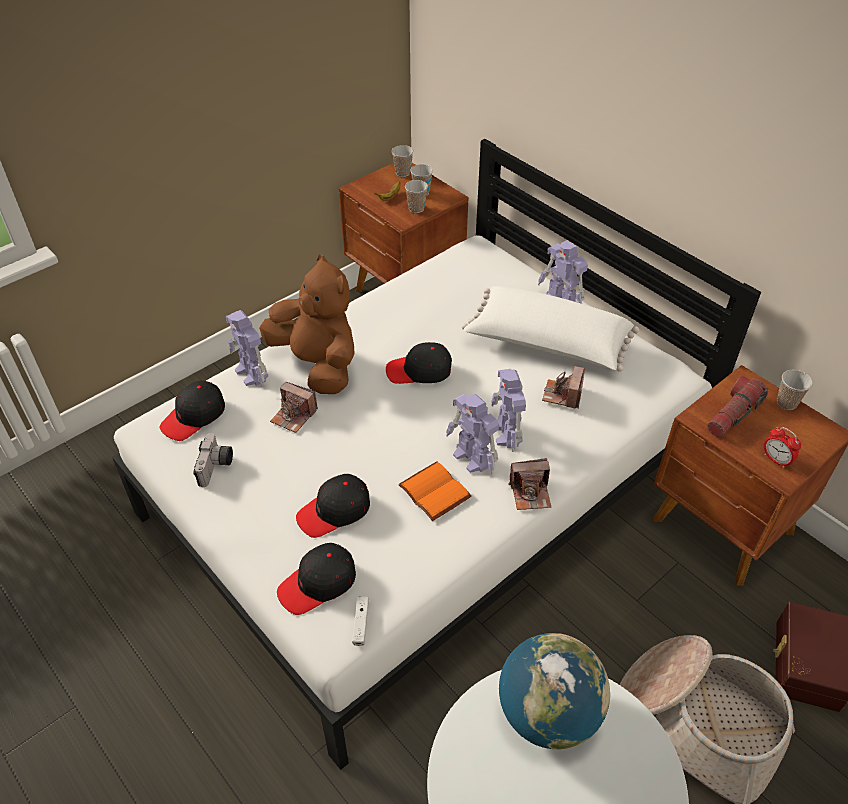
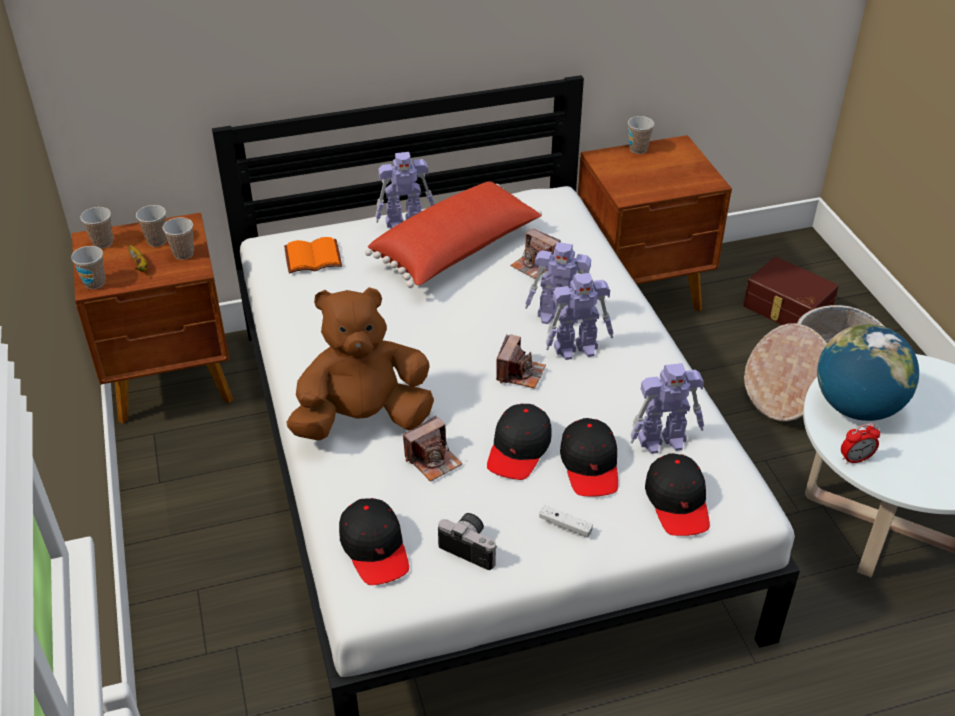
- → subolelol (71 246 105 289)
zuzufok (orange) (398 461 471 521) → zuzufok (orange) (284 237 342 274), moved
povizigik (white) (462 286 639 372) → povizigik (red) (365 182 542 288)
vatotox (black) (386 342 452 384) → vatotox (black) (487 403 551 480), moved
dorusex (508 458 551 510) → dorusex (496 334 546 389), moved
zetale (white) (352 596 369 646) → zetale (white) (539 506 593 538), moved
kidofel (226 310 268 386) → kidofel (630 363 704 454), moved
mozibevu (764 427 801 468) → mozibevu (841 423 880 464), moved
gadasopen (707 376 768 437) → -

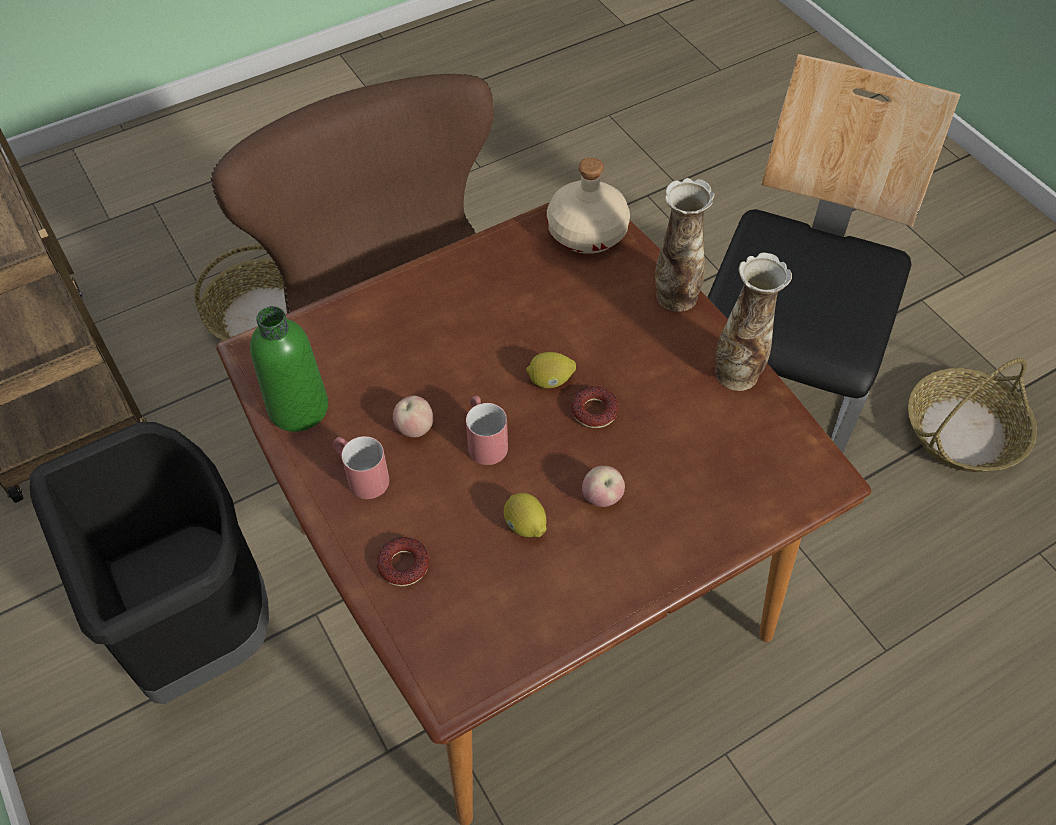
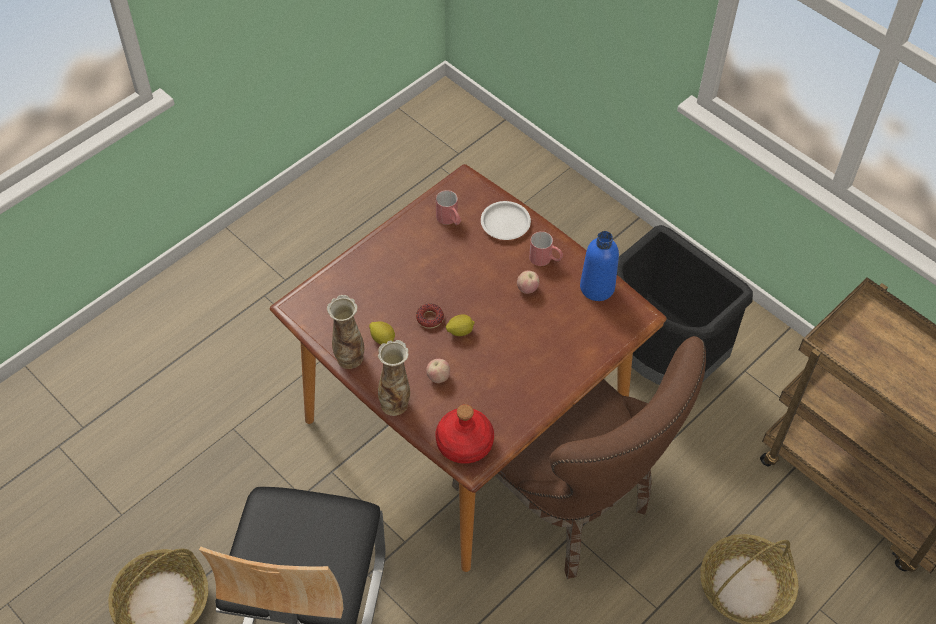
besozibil (504 493 546 537) → besozibil (369 321 395 344), moved
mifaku (582 466 625 507) → mifaku (426 359 450 383), moved
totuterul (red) (466 396 508 465) → totuterul (red) (436 190 461 225), moved
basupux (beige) (547 158 630 254) → basupux (red) (436 404 494 464)
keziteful (377 537 429 586) → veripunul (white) (481 201 531 240)
basupux (green) (250 306 328 432) → basupux (blue) (580 231 619 301)

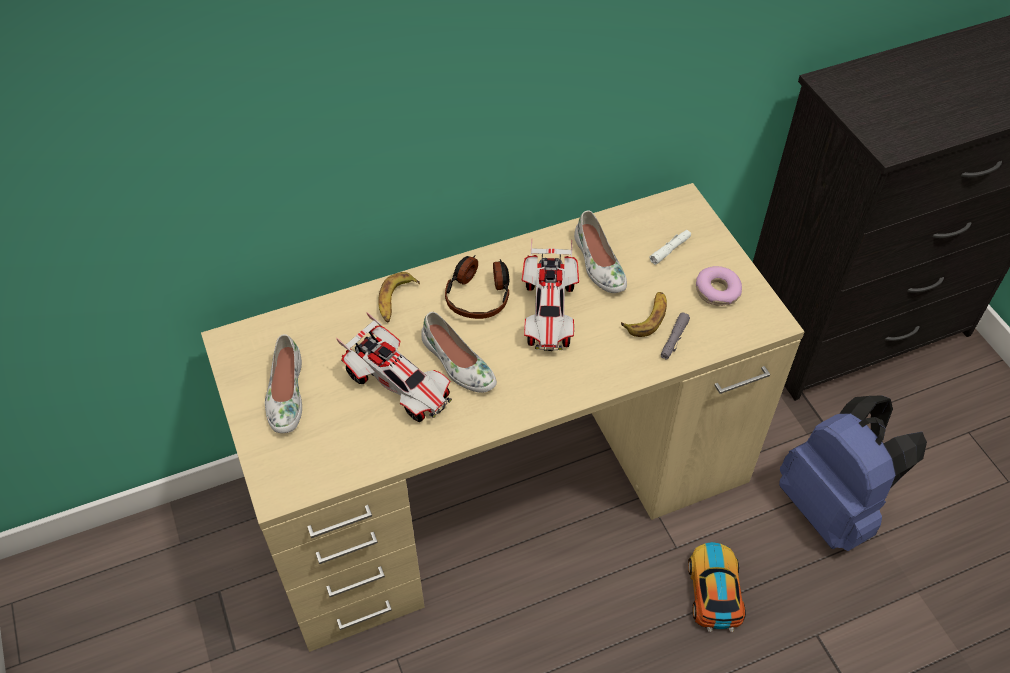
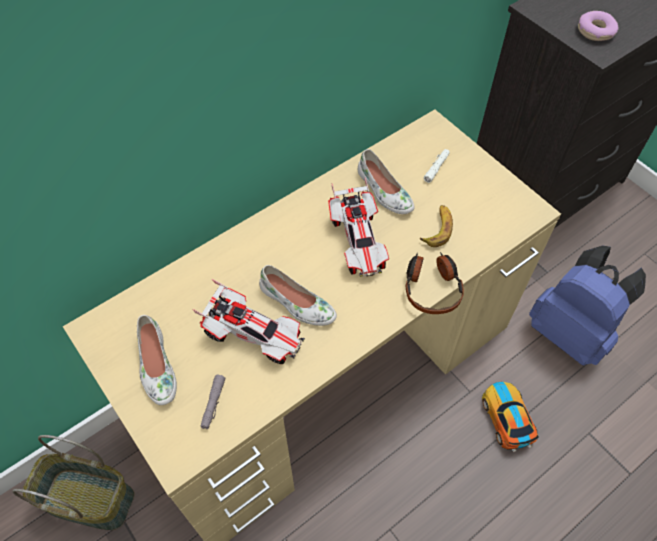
- → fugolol (12 435 134 530)
gadasopen (grey) (661 312 690 360) → gadasopen (grey) (201 374 225 429), moved
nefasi (445 255 509 319) → nefasi (406 252 464 314), moved
keziteful (696 266 742 306) → keziteful (578 11 618 41), moved
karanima (378 272 420 322) → -

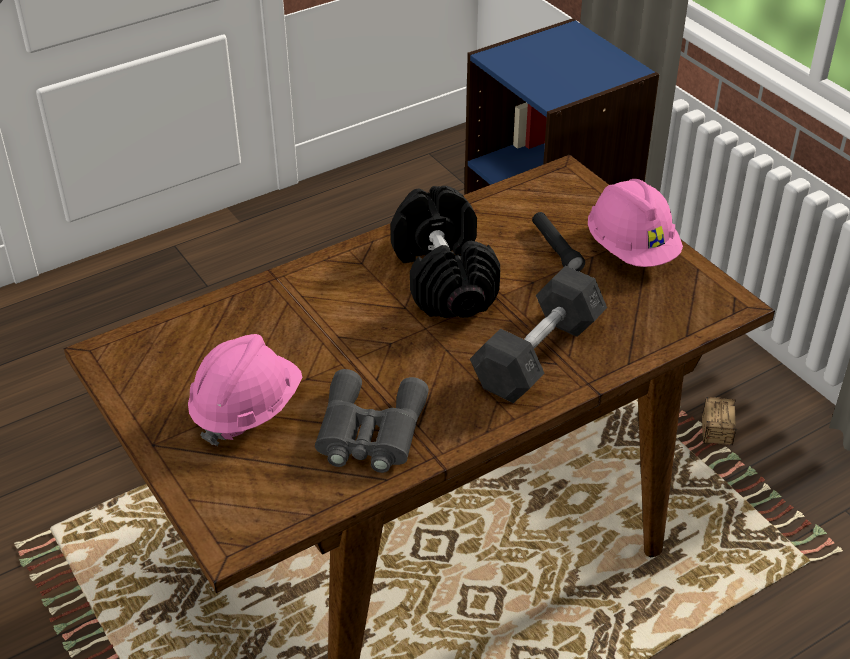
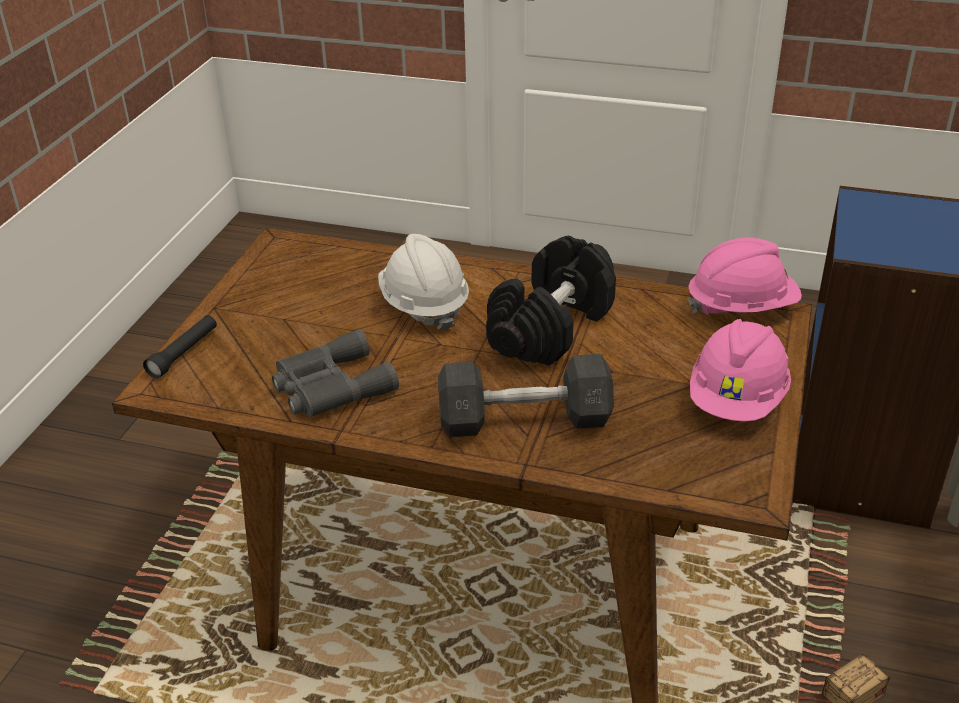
gadasopen (black) (532 212 585 272) → gadasopen (black) (143 315 217 379), moved
- → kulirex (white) (378 234 469 331)
kulirex (pink) (188 334 303 446) → kulirex (pink) (687 238 802 316), moved

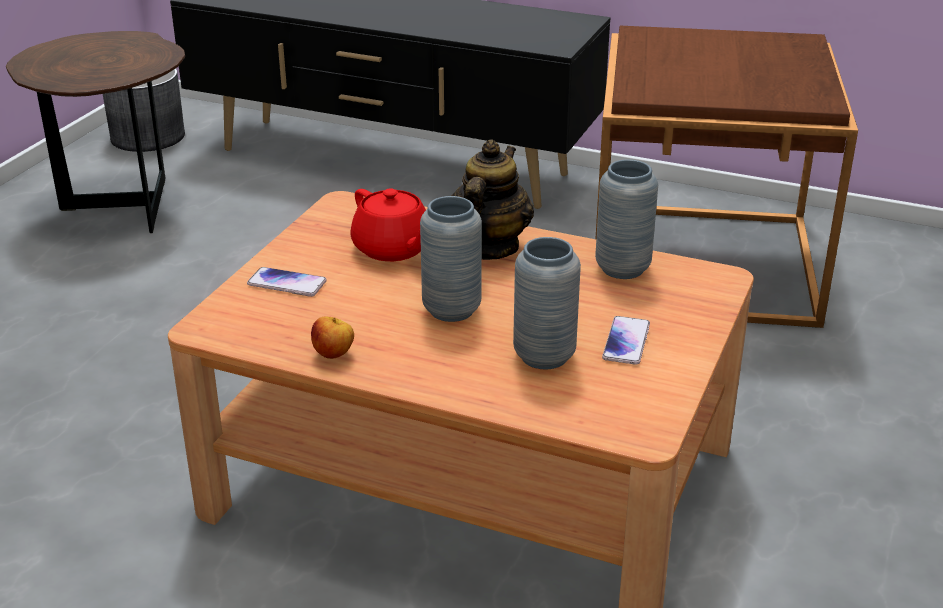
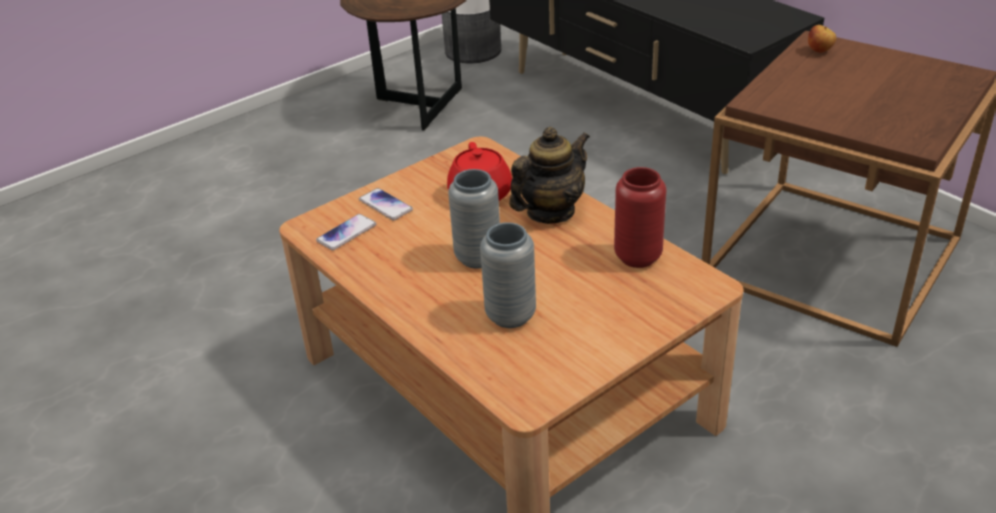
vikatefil (602 316 650 365) → vikatefil (316 214 376 250), moved
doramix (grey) (595 160 658 279) → doramix (red) (614 167 666 268)
mifaku (311 316 354 359) → mifaku (808 25 836 53), moved

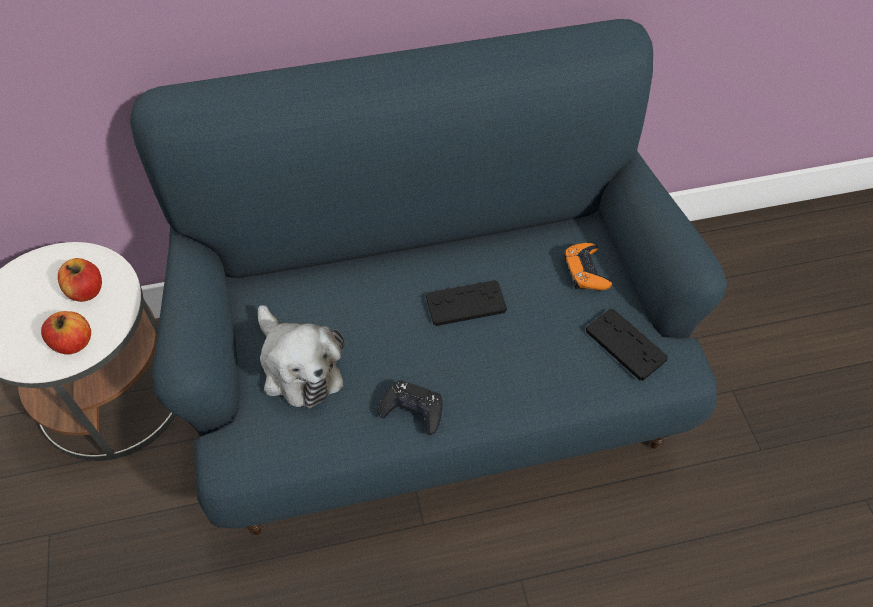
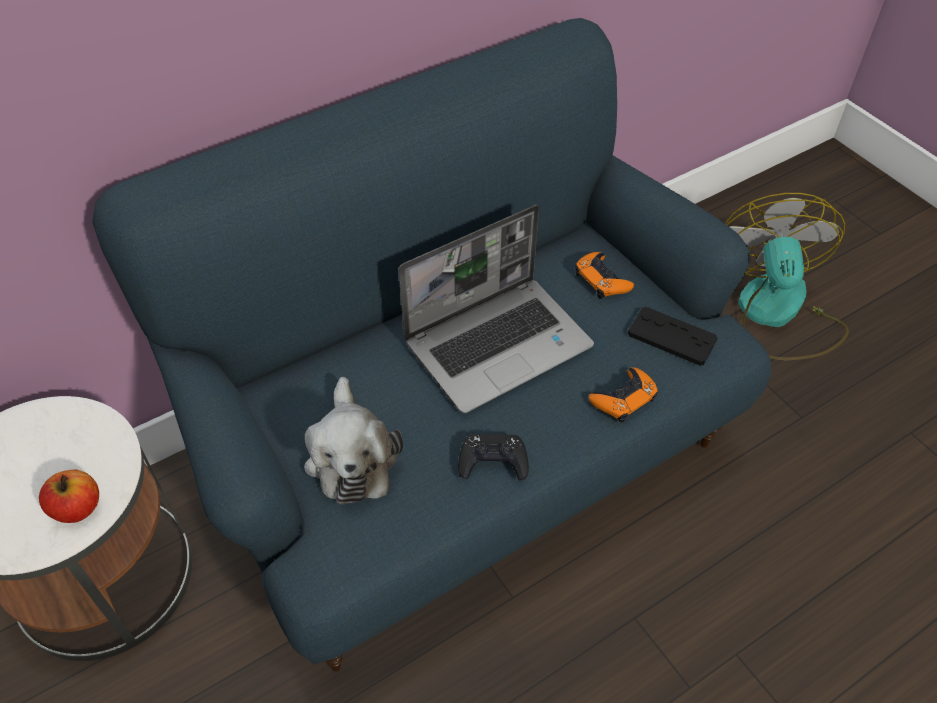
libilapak (258 305 344 409) → libilapak (304 377 403 505), 45 degrees clockwise
zetale (black) (426 280 507 326) → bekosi (399 205 594 413)
- → zetale (orange) (589 368 658 423)
- → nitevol (725 193 849 360)
mifaku (58 258 102 302) → -

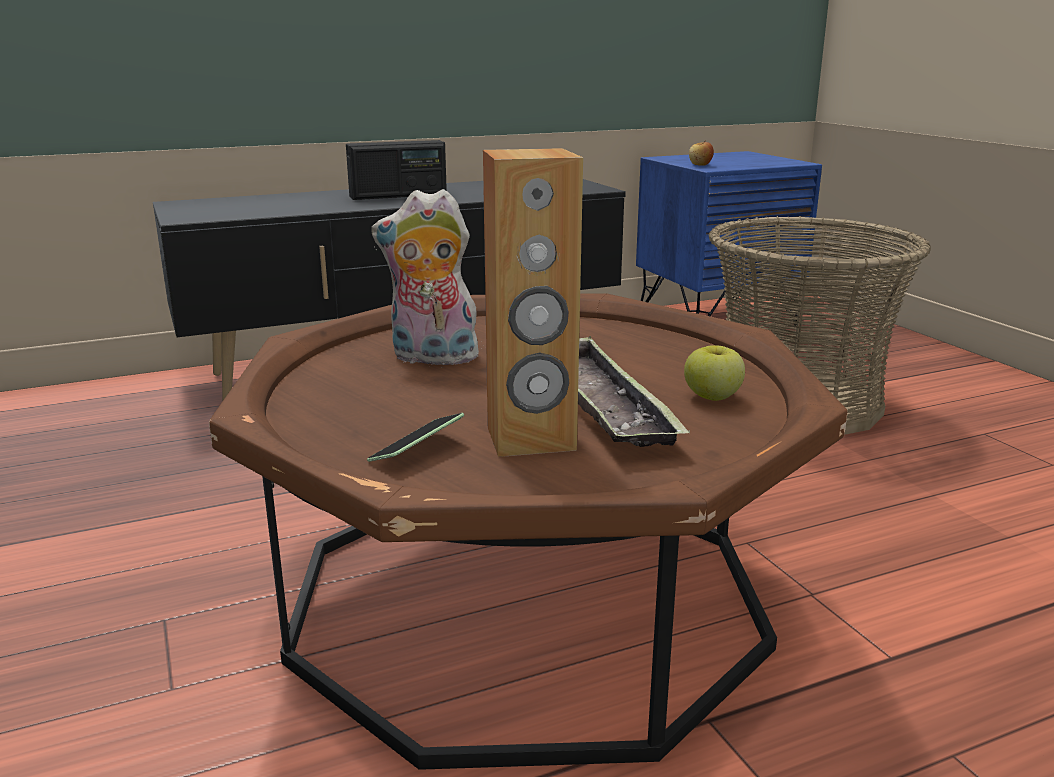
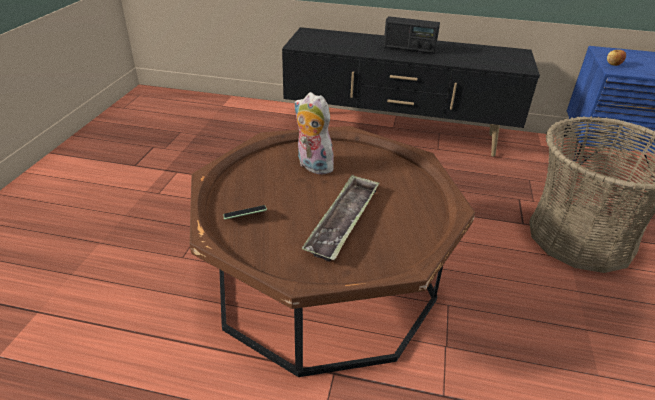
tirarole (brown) (483 148 583 457) → -
mifaku (684 345 745 401) → -

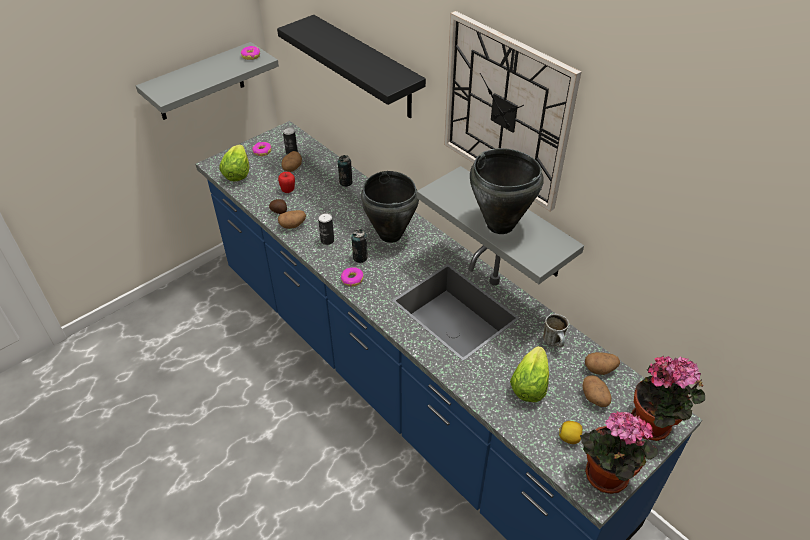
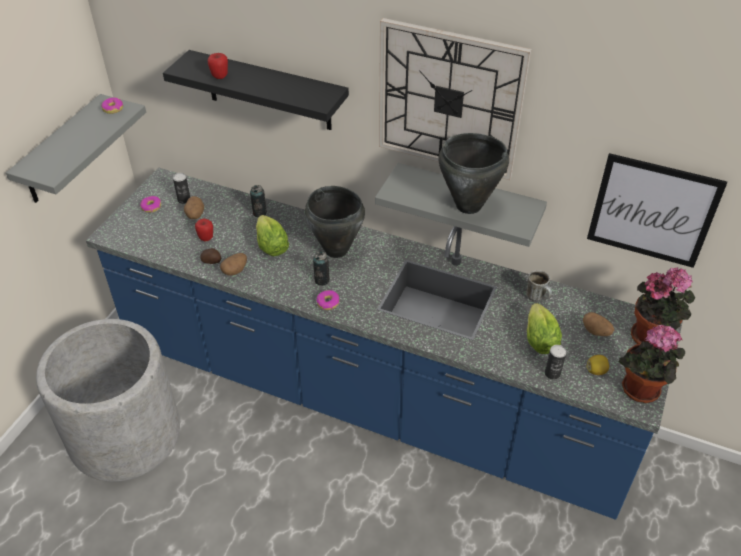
- → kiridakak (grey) (36 319 180 482)
- → mifaku (208 53 228 79)
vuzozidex (220 144 249 181) → vuzozidex (256 215 289 256), moved
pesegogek (318 213 334 245) → pesegogek (545 345 567 380), moved
- → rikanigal (587 153 727 268)
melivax (585 352 620 375) → -

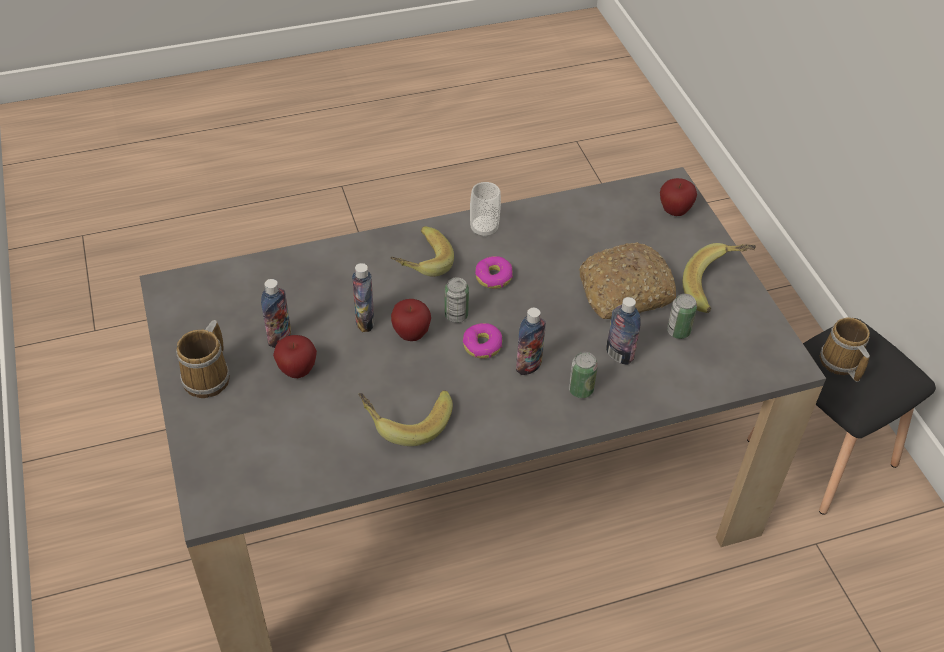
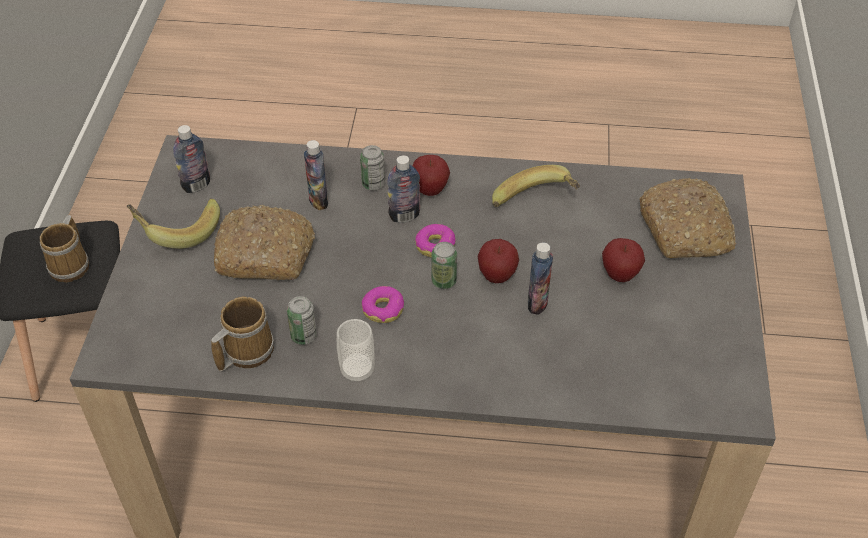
basupux (261 279 291 348) → basupux (173 125 210 193), moved
totuterul (176 320 230 398) → totuterul (211 297 274 371), moved
pesegogek (667 294 697 339) → pesegogek (287 296 317 345), moved
mifaku (660 178 697 216) → mifaku (412 155 450 196), moved
- → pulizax (640 178 736 258)
karanima (390 226 454 277) → -

